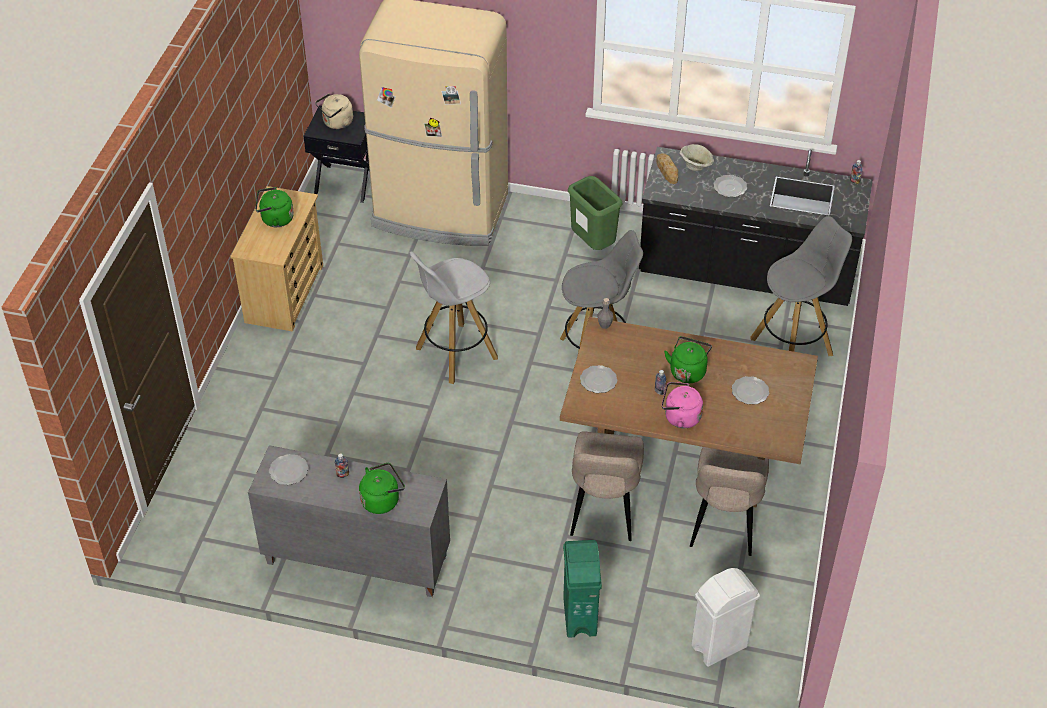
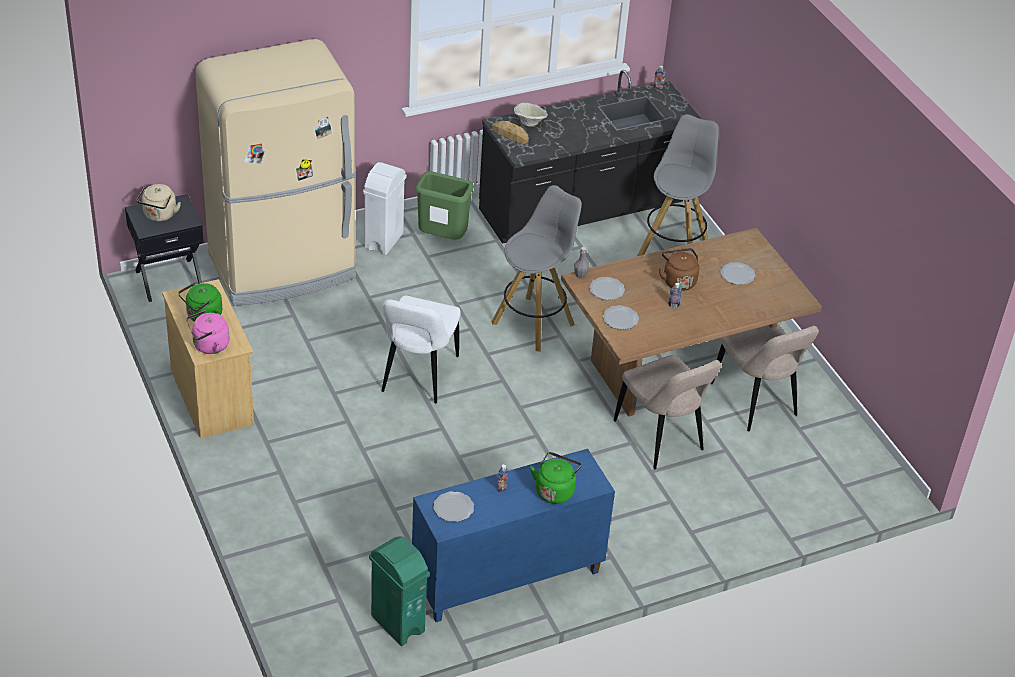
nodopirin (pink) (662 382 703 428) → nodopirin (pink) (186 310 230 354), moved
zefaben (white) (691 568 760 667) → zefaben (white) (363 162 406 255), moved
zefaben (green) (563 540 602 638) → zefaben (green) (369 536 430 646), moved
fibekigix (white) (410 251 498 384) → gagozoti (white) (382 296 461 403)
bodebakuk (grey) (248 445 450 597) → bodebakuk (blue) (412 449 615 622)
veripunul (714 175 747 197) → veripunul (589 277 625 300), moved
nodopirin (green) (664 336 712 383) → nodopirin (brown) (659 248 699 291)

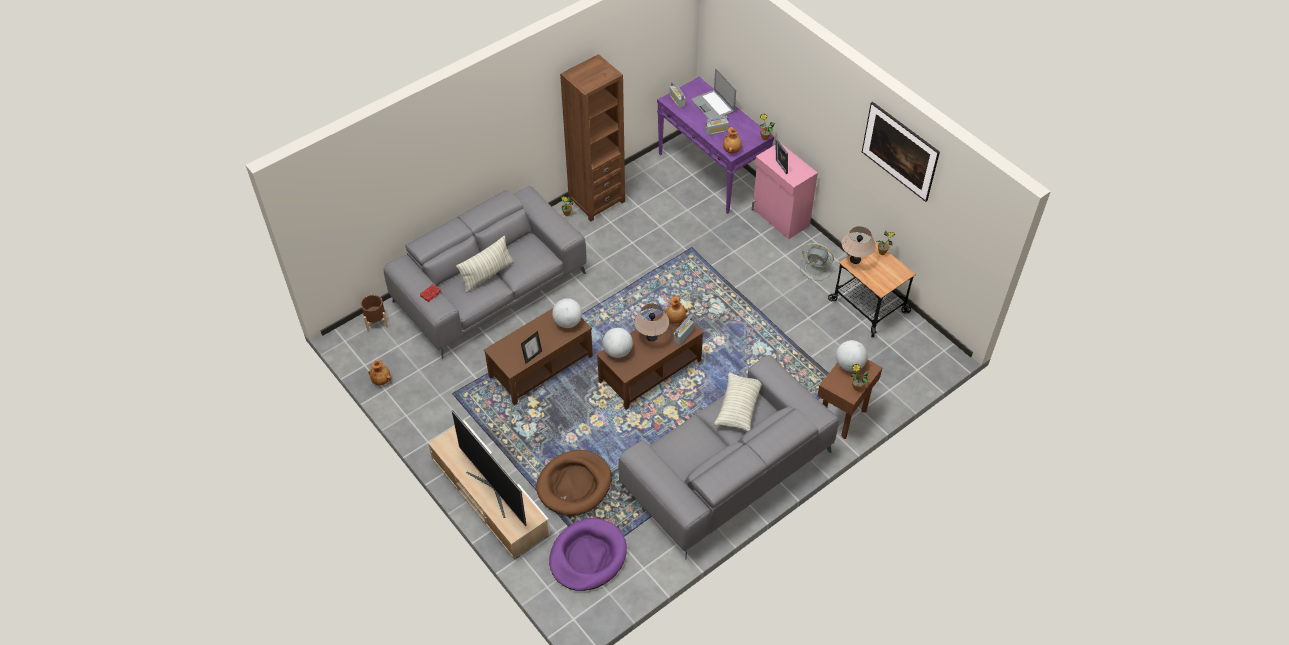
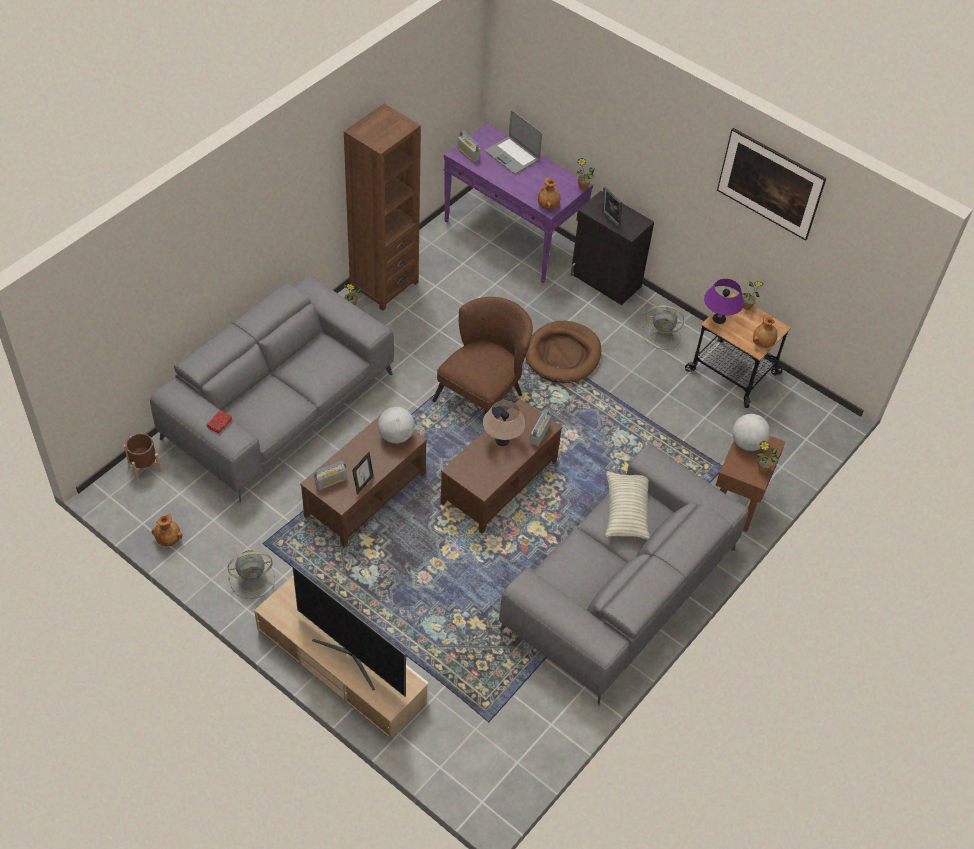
- → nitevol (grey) (227 550 275 599)
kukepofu (705 116 729 136) → kukepofu (314 461 347 490), moved
- → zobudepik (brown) (432 297 533 414)
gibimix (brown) (536 450 611 516) → gibimix (brown) (525 321 601 383), moved
bodebakuk (pink) (752 144 818 240) → bodebakuk (black) (570 191 654 305)
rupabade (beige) (841 226 876 264) → rupabade (purple) (704 279 744 324)
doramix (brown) (665 296 688 324) → doramix (brown) (753 315 778 348), moved
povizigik (456 236 514 293) → -
gibimix (purple) (549 518 627 591) → -
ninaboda (603 328 633 358) → -

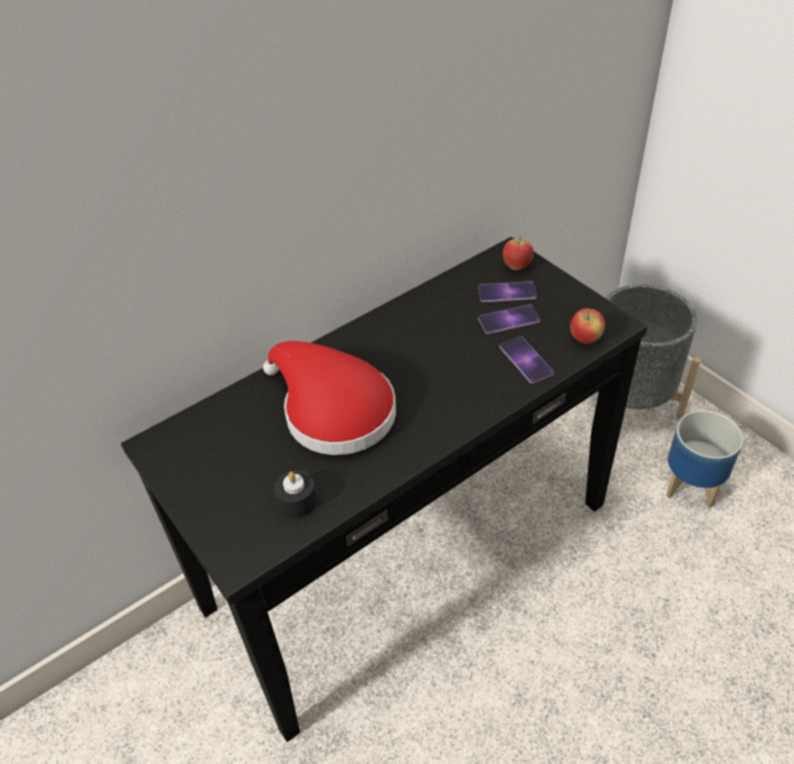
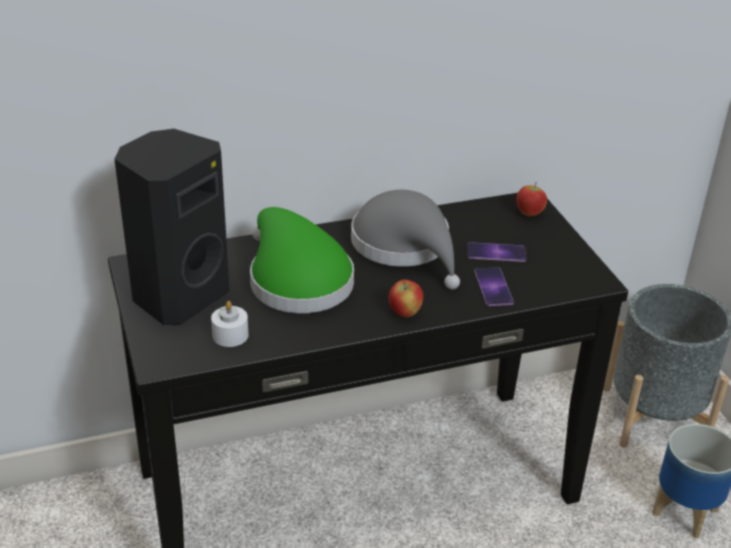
- → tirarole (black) (114 129 230 325)
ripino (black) (274 470 317 518) → ripino (white) (211 301 248 347)
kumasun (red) (263 341 396 455) → kumasun (green) (250 207 354 313)
- → kumasun (grey) (351 190 460 289)
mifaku (570 308 605 344) → mifaku (389 280 423 317), moved
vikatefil (478 281 537 302) → -

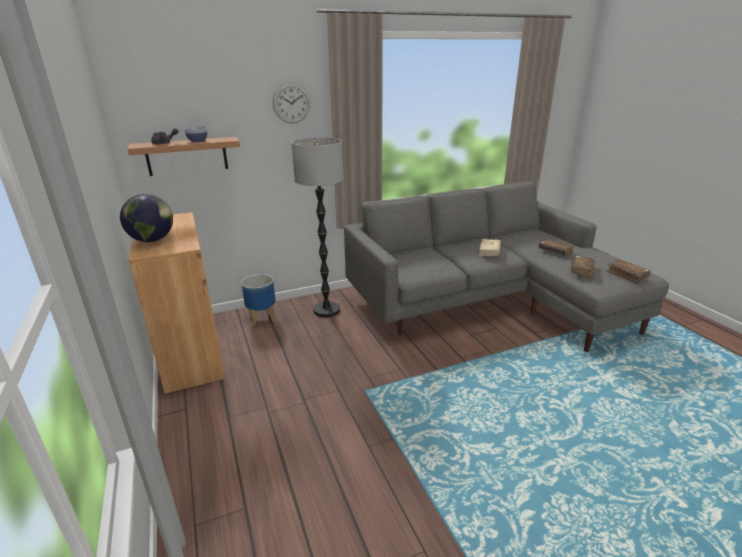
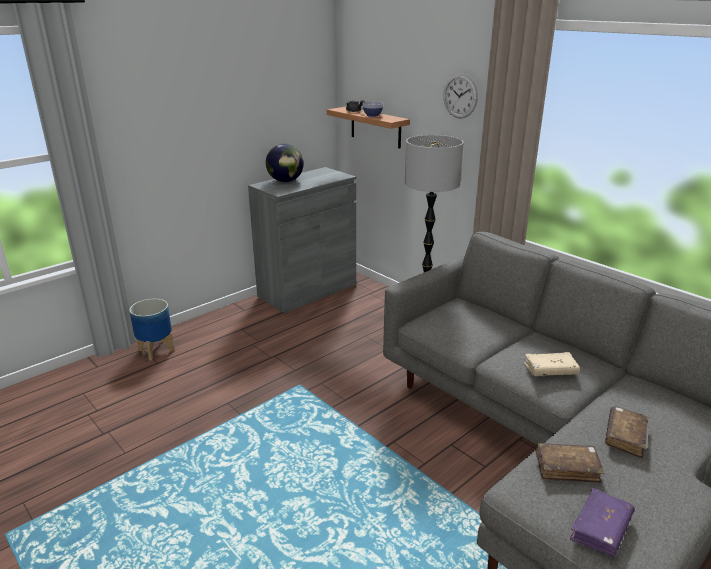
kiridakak (241 274 276 326) → kiridakak (129 299 174 361), moved
bodebakuk (brown) (129 212 225 394) → bodebakuk (grey) (248 167 356 313)
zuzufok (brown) (606 259 651 284) → zuzufok (purple) (570 488 635 556)

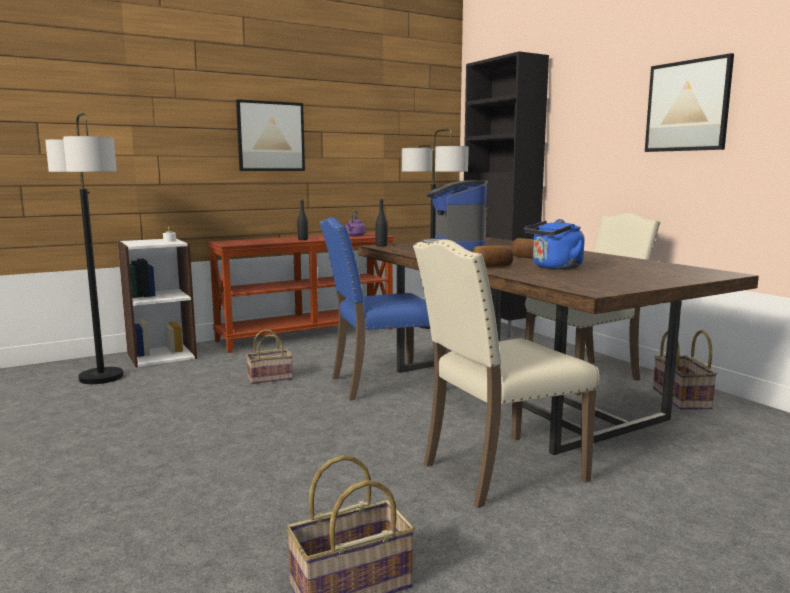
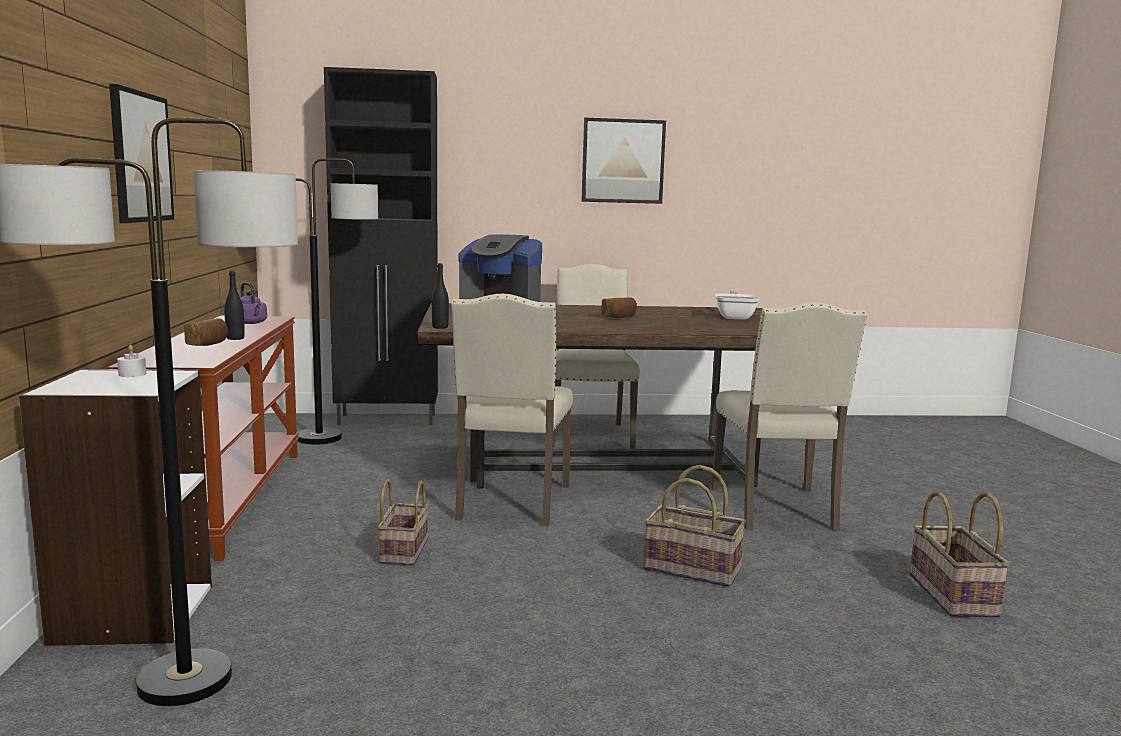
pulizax (474 246 514 267) → pulizax (184 318 228 346), moved
gagozoti (blue) (319 217 434 401) → gagozoti (beige) (451 294 573 526)
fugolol (653 330 717 410) → fugolol (644 465 746 587), moved
- → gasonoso (714 290 760 320)
nodopirin (blue) (524 219 585 270) → -

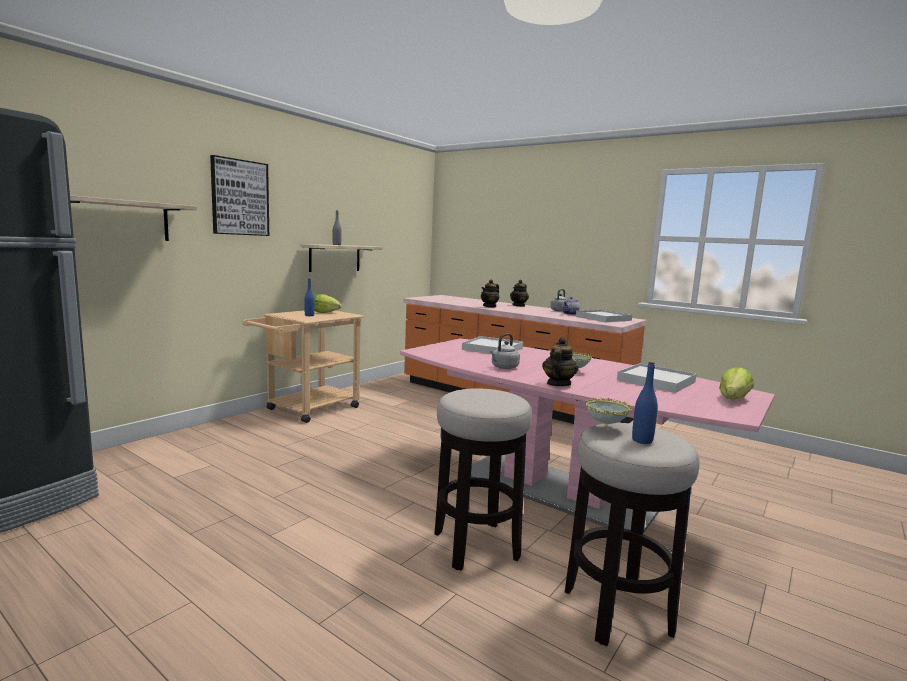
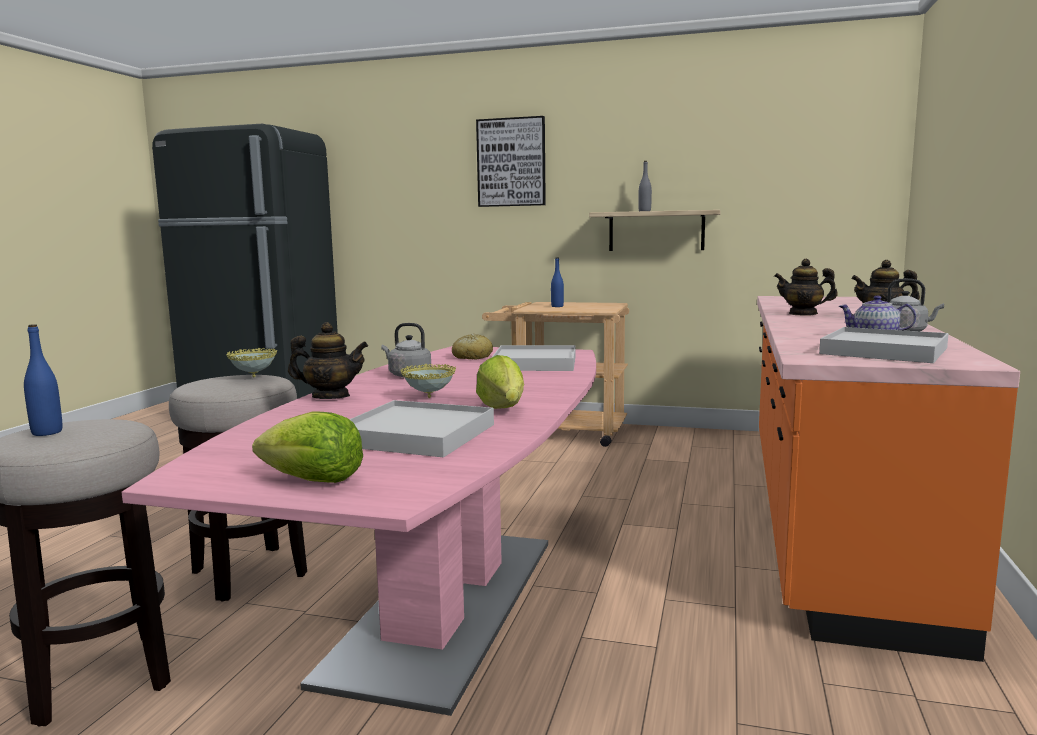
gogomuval (585 398 632 428) → gogomuval (226 348 277 378), moved
- → pulizax (452 334 493 359)
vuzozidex (314 294 342 313) → vuzozidex (476 355 524 409), moved
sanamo (70 195 197 241) → -

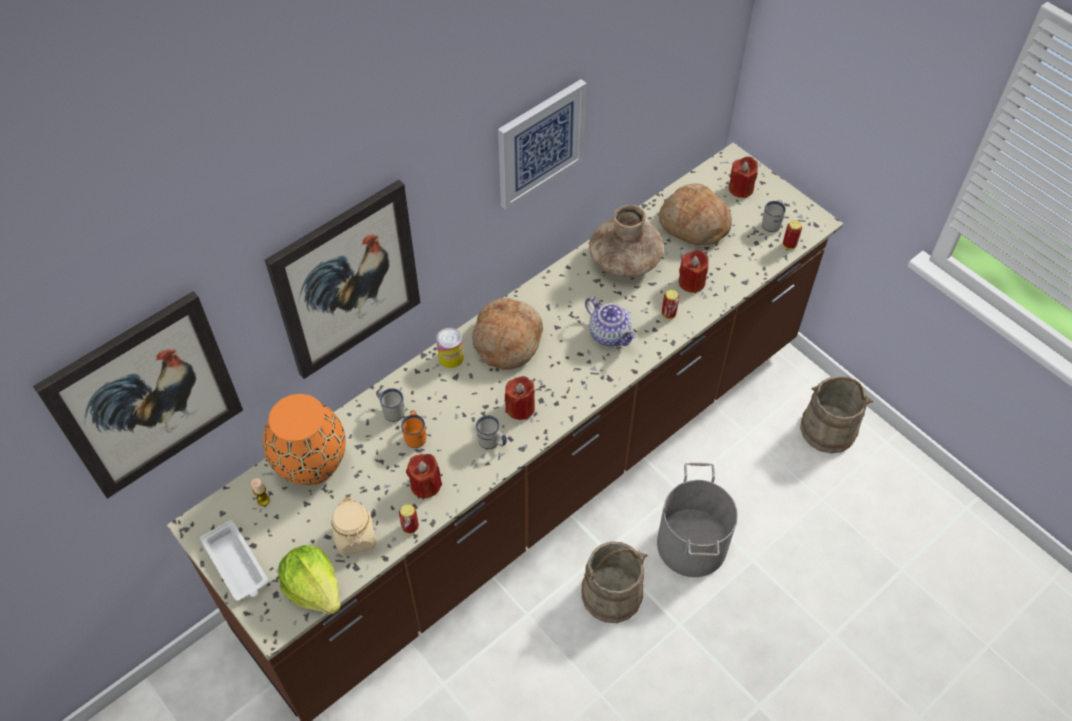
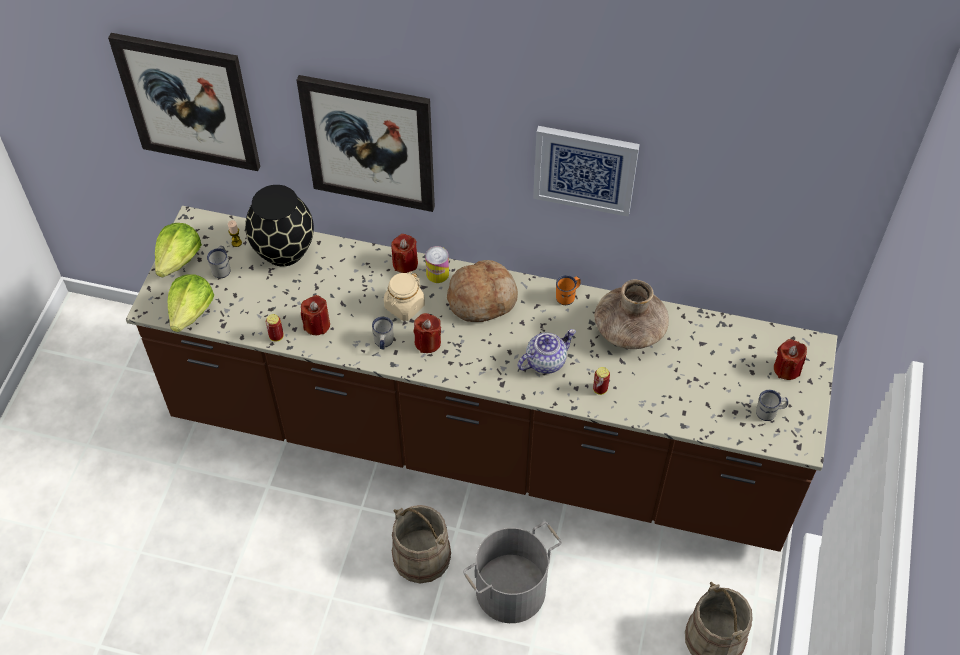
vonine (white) (200 520 269 601) → vuzozidex (155 223 202 278)
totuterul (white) (376 388 405 422) → totuterul (white) (207 246 230 278), moved
doramix (orange) (263 394 346 485) → doramix (black) (245 185 314 266)
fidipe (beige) (331 498 377 556) → fidipe (beige) (384 271 425 321), moved
ripino (red) (679 250 709 293) → ripino (red) (391 234 418 273), moved
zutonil (585 297 638 346) → zutonil (518 329 576 374), 135 degrees counterclockwise
totuterul (orange) (401 411 426 448) → totuterul (orange) (556 275 581 305), moved
pulizax (659 183 732 245) → -
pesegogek (783 220 802 249) → -

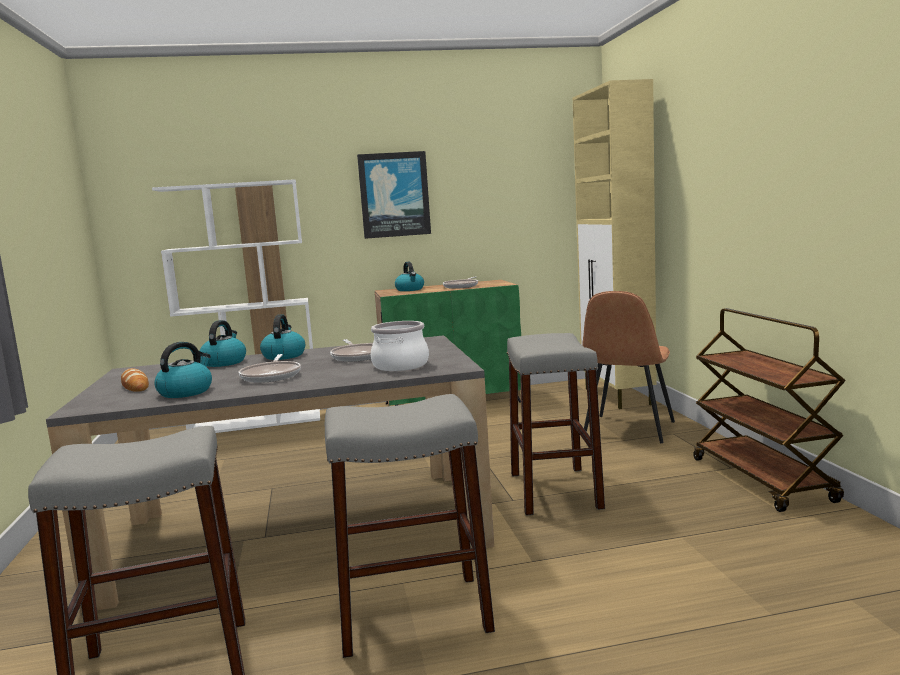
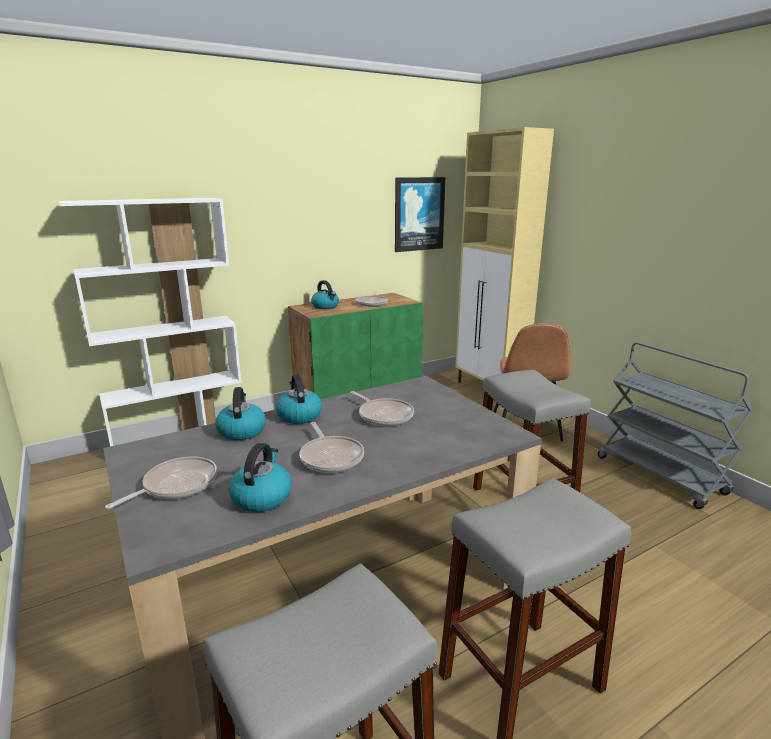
pulizax (121 368 149 392) → gasonoso (105 456 217 509)
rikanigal (357 151 431 239) → rikanigal (395 177 445 252), moved
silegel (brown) (693 308 846 512) → silegel (grey) (598 342 753 509)
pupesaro (371 321 429 371) → -

